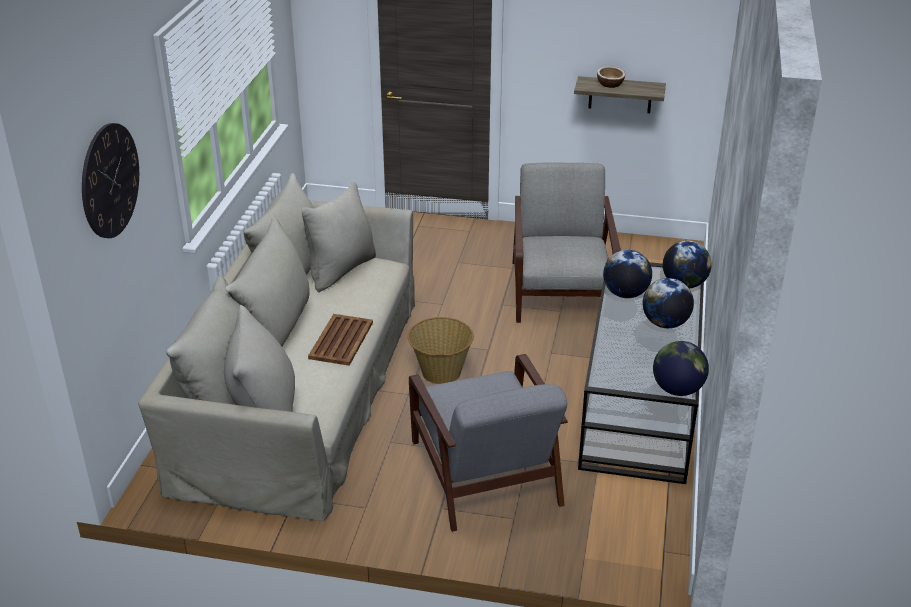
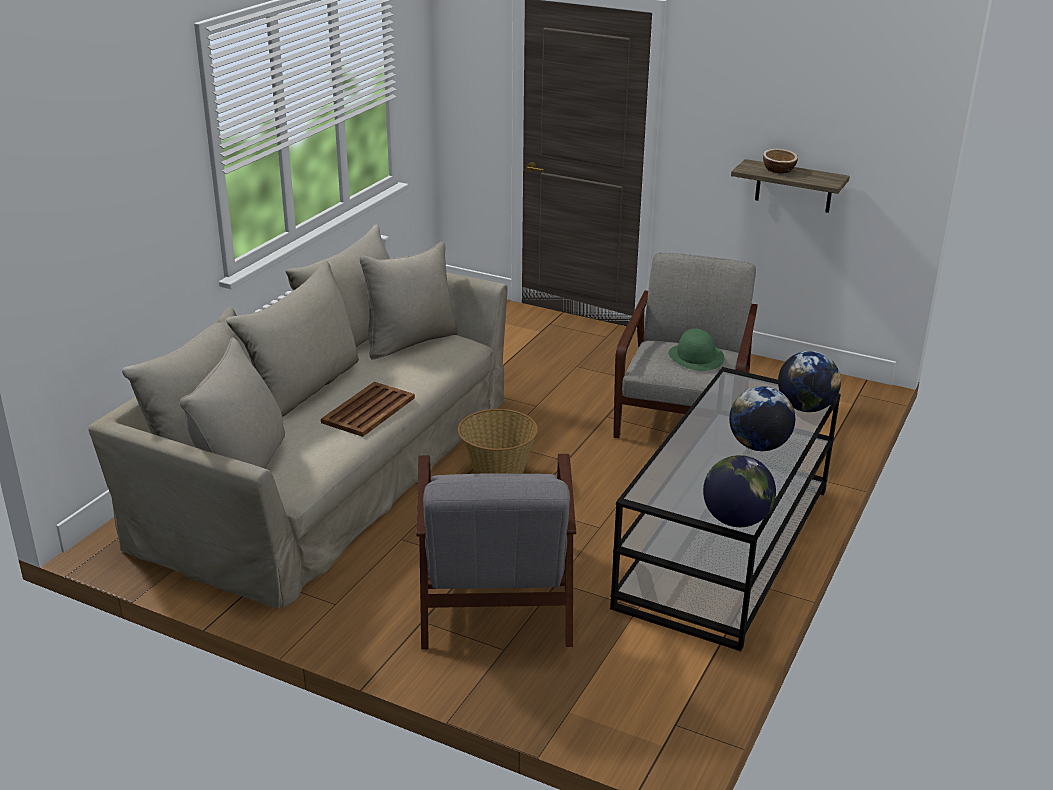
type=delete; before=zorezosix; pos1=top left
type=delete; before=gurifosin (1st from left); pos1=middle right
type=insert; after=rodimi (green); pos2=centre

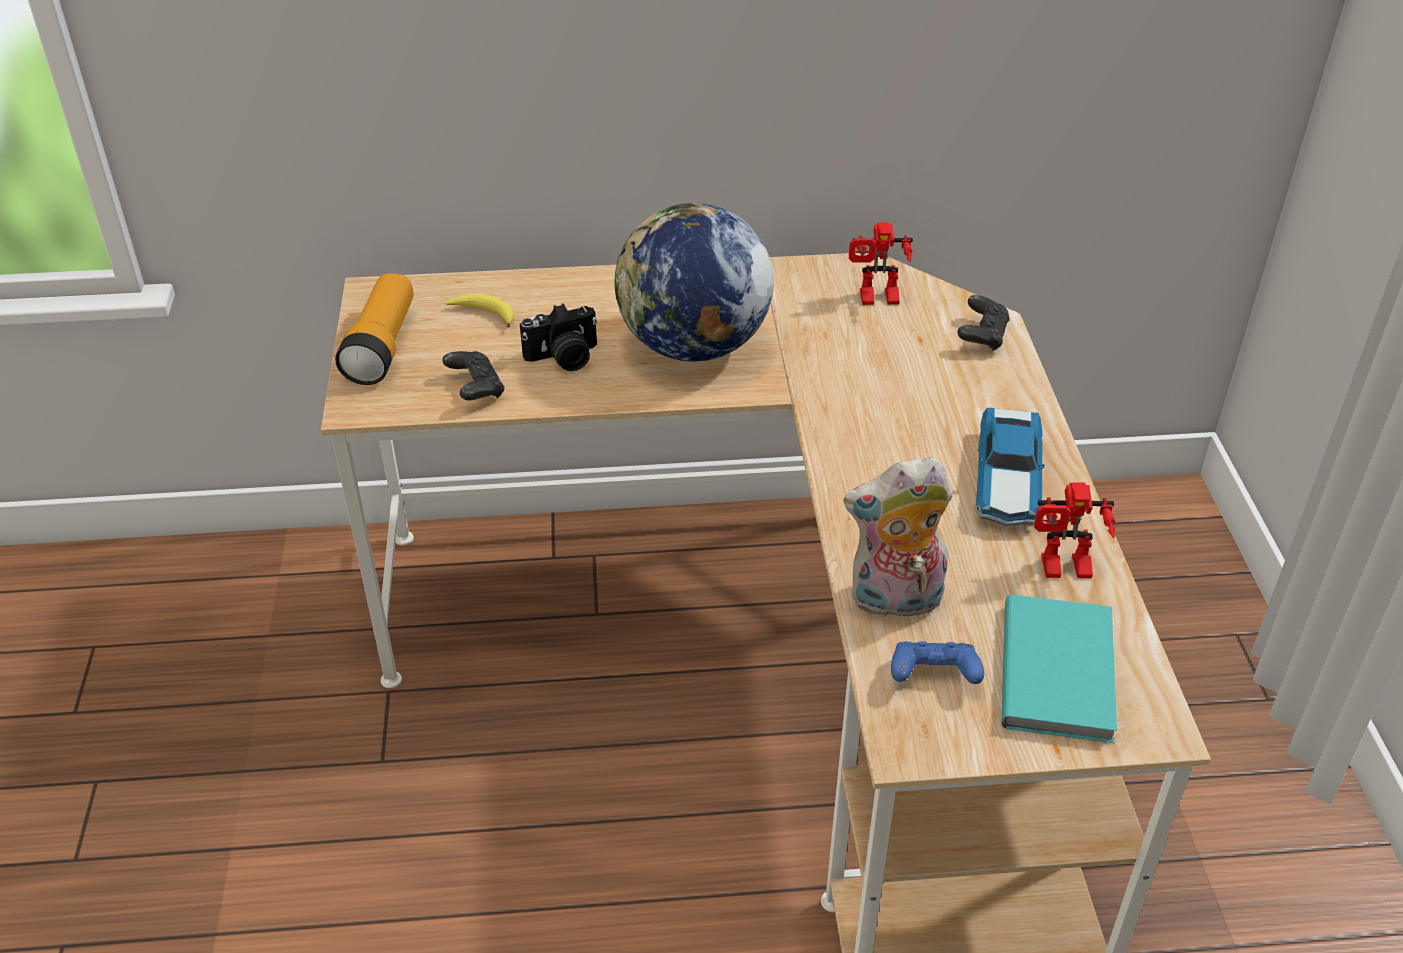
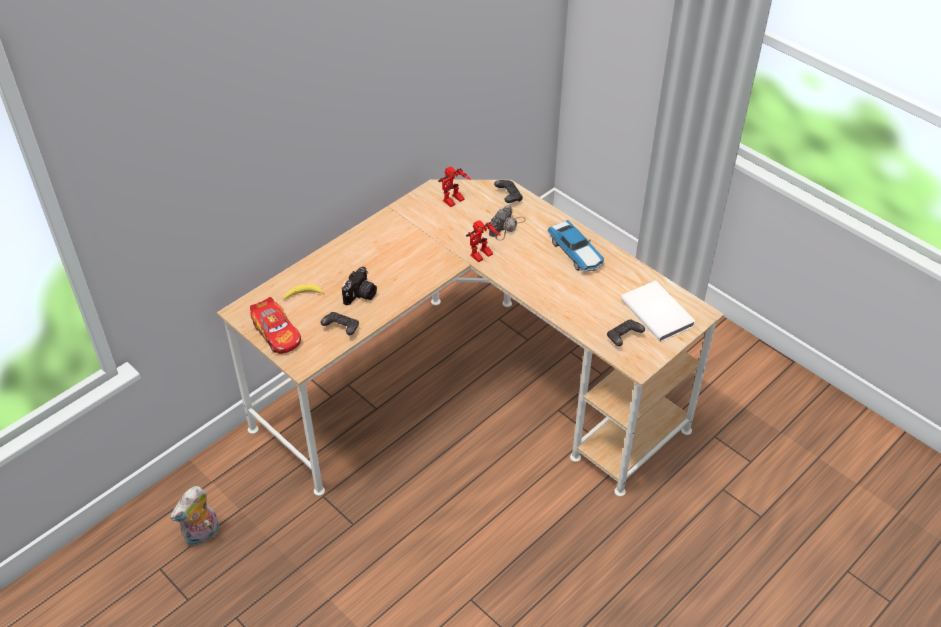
type=delete; before=gurifosin; pos1=top centre
type=insert; after=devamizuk (2nd from left); pos2=centre
type=move; before=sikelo; pos1=centre; pos2=bottom left
type=move; before=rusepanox (2nd from left); pos1=middle right; pos2=centre
type=replace; before=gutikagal; after=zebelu (1st from left); pos1=middle left; pos2=middle left
type=recolor; before=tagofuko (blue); after=tagofuko (black) (3rd from left); pos1=bottom right; pos2=centre
type=recolor; before=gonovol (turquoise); after=gonovol (white); pos1=bottom right; pos2=middle right

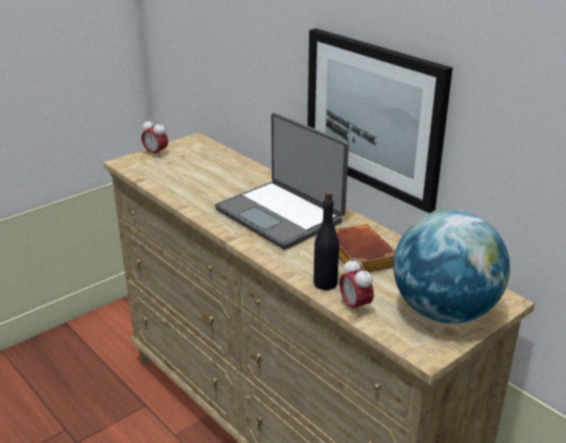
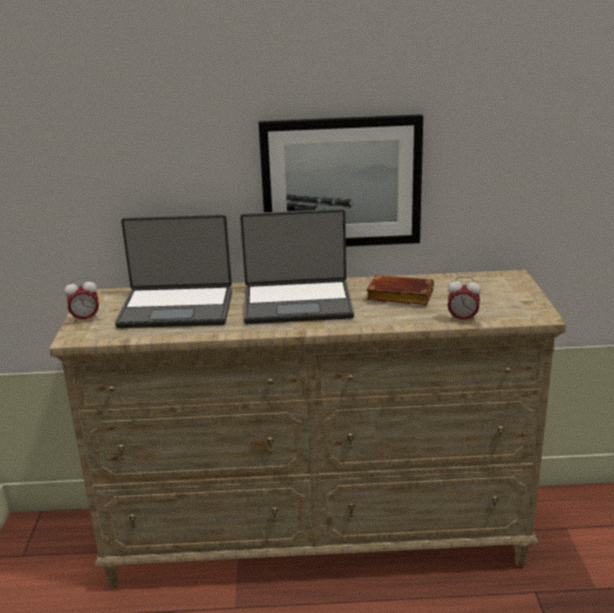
type=delete; before=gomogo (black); pos1=centre
type=delete; before=gurifosin; pos1=middle right
type=insert; after=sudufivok (1st from left); pos2=middle left

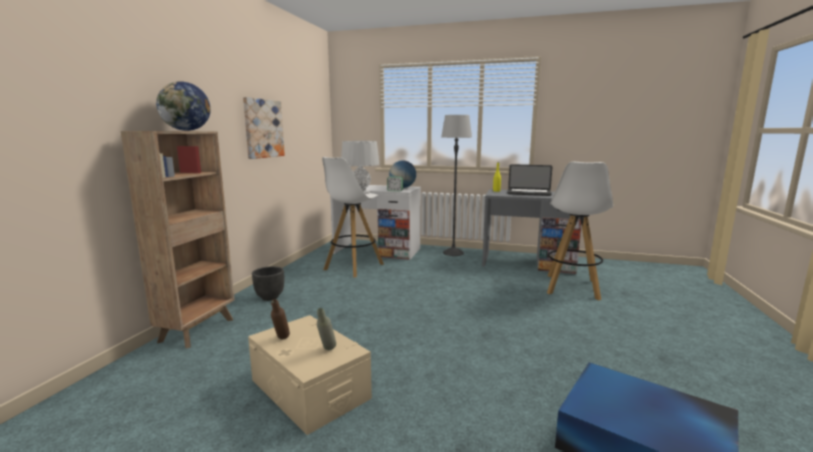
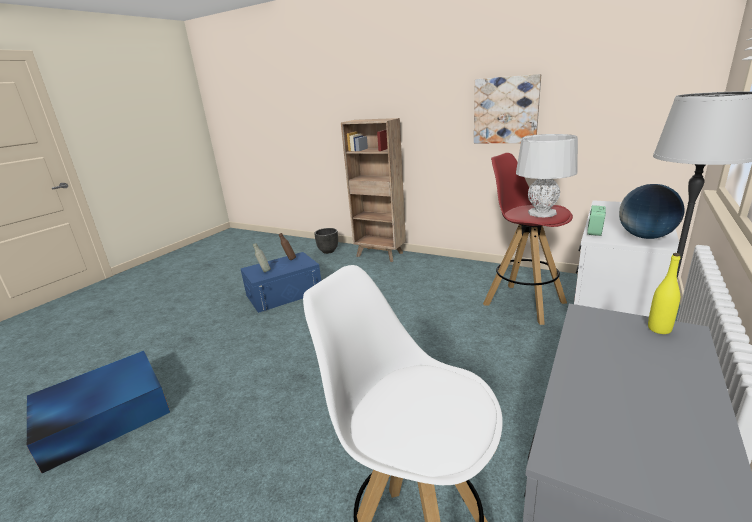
type=delete; before=gurifosin (1st from left); pos1=top left
type=delete; before=sudufivok; pos1=centre
type=move; before=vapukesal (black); pos1=middle left; pos2=centre
type=recolor; before=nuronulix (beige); after=nuronulix (blue) (2nd from left); pos1=bottom centre; pos2=centre
type=recolor; before=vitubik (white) (1st from left); after=vitubik (red); pos1=centre; pos2=middle right

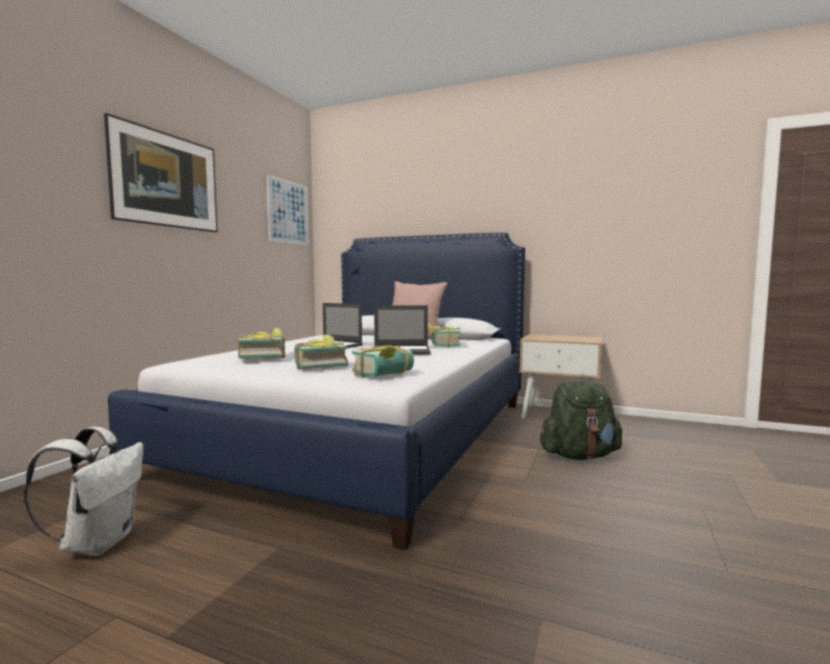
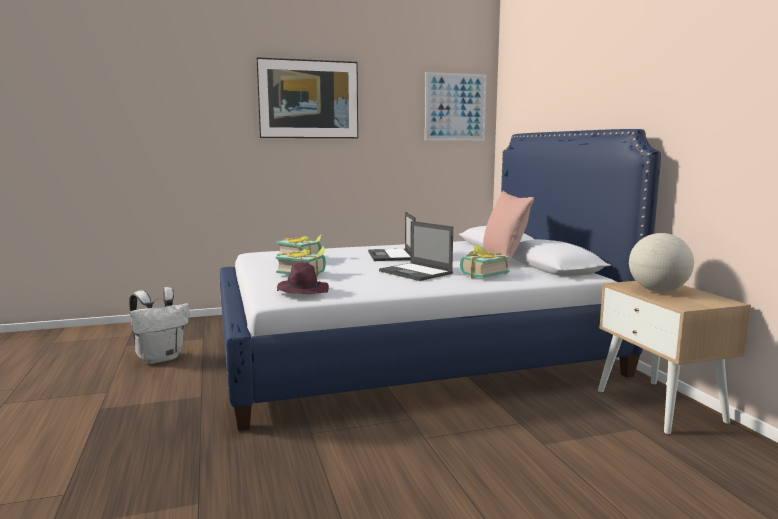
type=delete; before=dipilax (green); pos1=middle right
type=insert; after=gurifosin; pos2=middle right
type=replace; before=gonovol (3rd from left); after=rodimi (purple); pos1=centre; pos2=centre

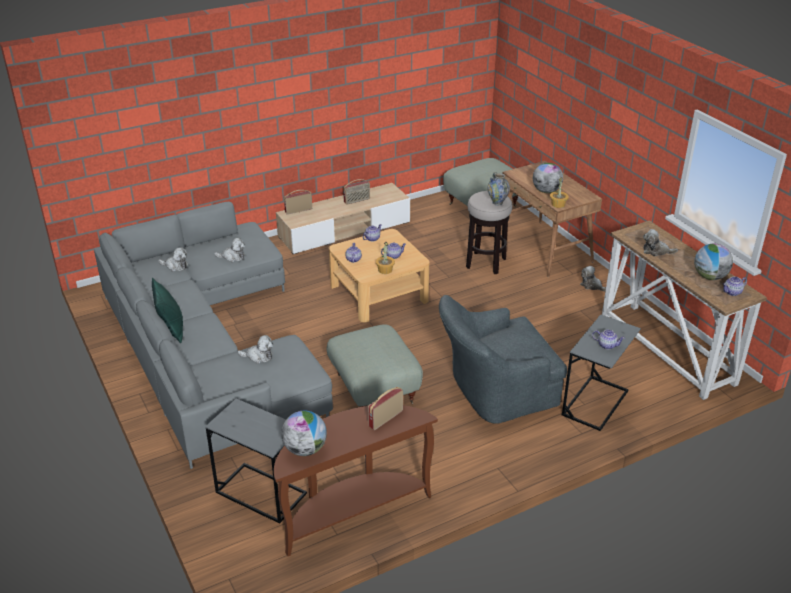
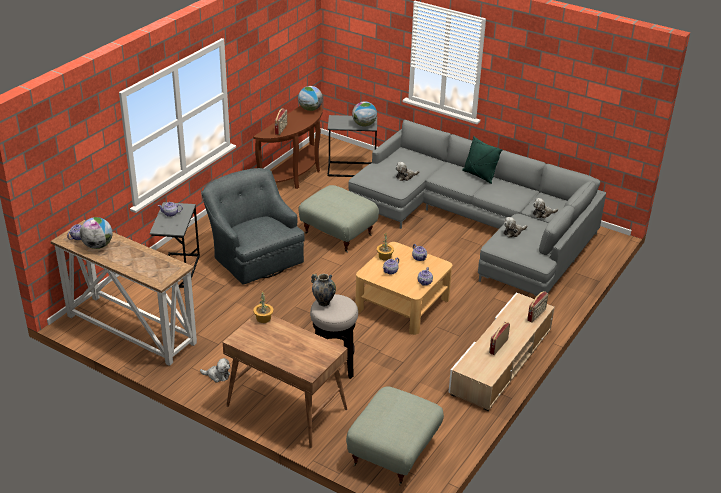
type=delete; before=sikelo (5th from left); pos1=middle right
type=move; before=gurifosin (2nd from left in the first image); after=gurifosin (3rd from left); pos1=top right; pos2=top centre
type=rotate; before=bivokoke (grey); pos1=centre; pos2=centre; turn=-75

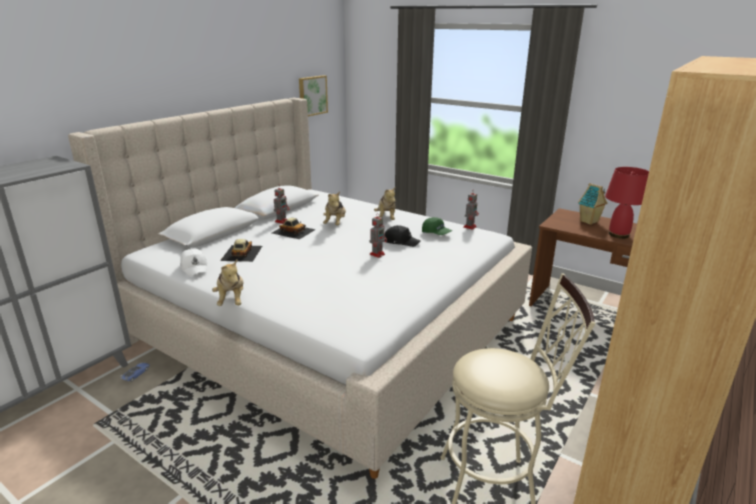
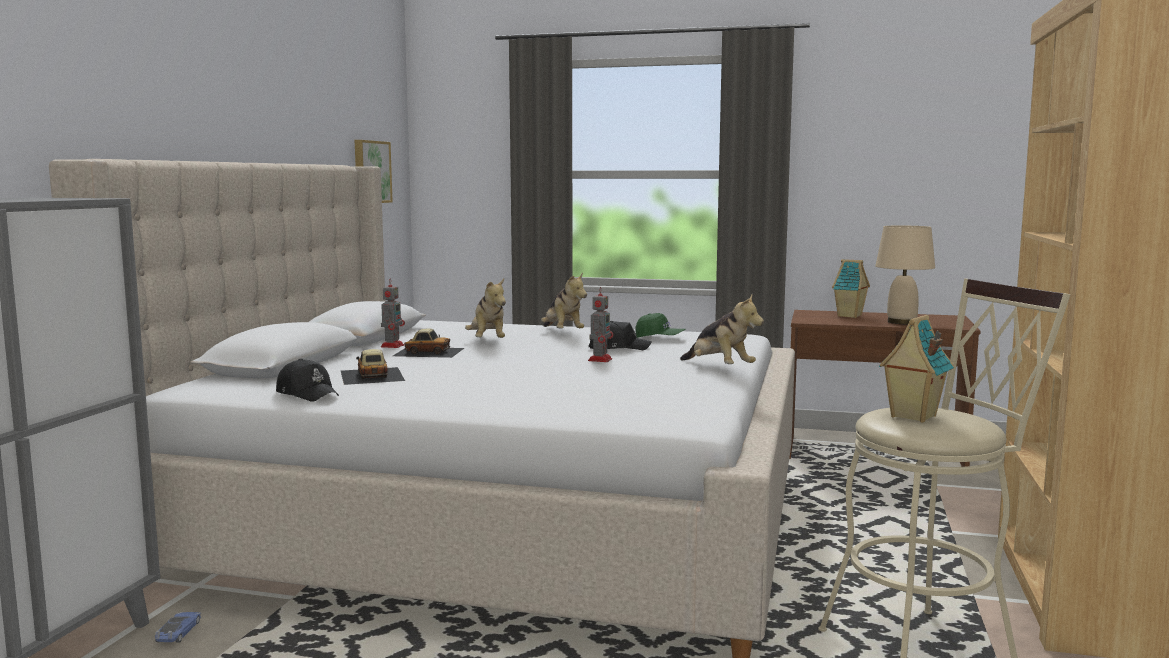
type=delete; before=rusepanox (3rd from left); pos1=centre
type=insert; after=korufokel (2nd from left); pos2=middle right
type=move; before=sikelo (1st from left in the first image); after=sikelo (3rd from left); pos1=middle left; pos2=centre
type=recolor; before=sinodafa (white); after=sinodafa (black) (1st from left); pos1=middle left; pos2=middle left
type=recolor; before=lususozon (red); after=lususozon (beige); pos1=middle right; pos2=middle right

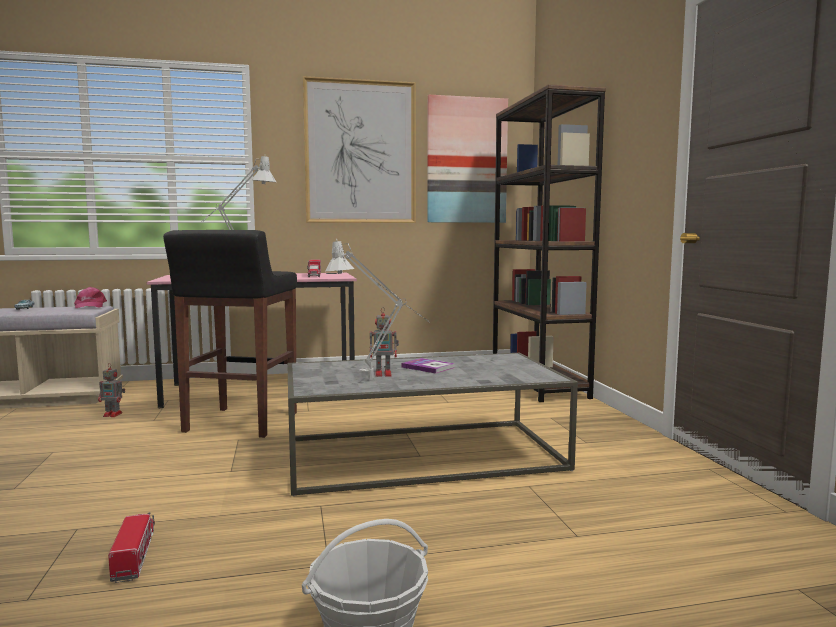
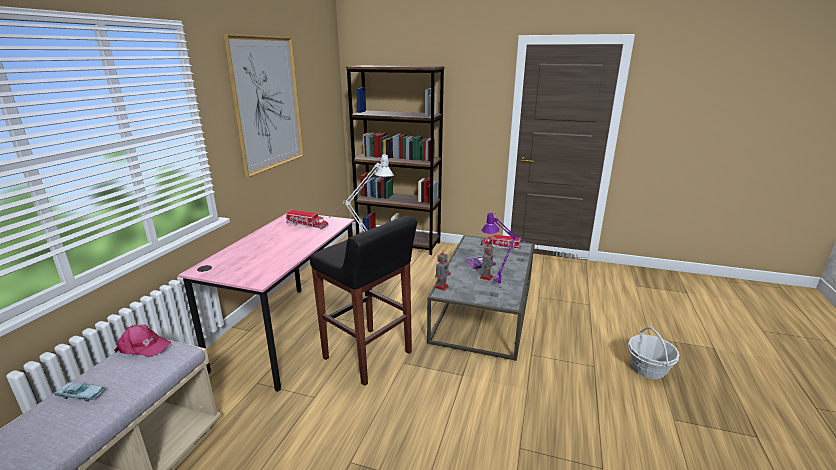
type=delete; before=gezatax (2nd from left); pos1=top centre
type=move; before=rusepanox (1st from left); pos1=middle left; pos2=centre
type=move; before=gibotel (1st from left in the first image); after=gibotel (2nd from left); pos1=bottom left; pos2=centre
type=recolor; before=lususozon (grey) (2nd from left); after=lususozon (purple); pos1=centre; pos2=centre

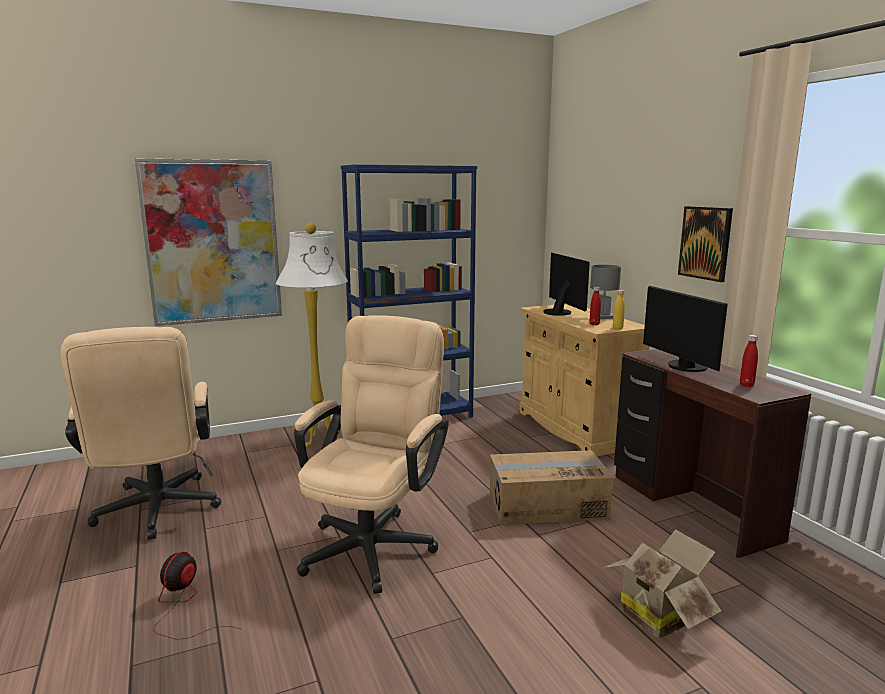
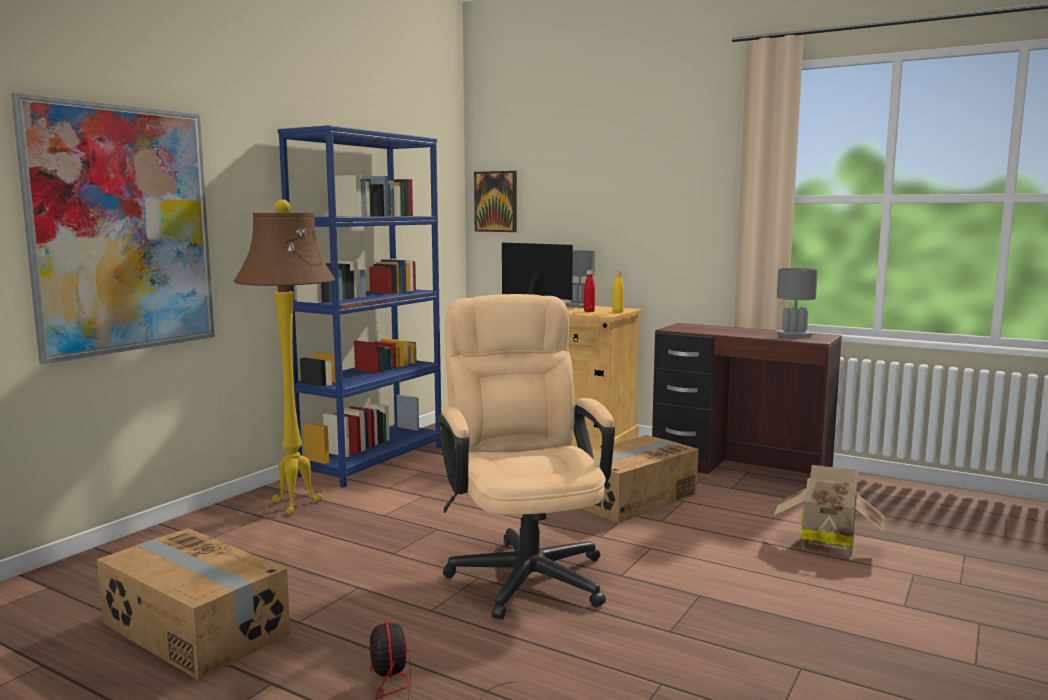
type=delete; before=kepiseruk (2nd from left); pos1=middle right
type=move; before=gezatax (2nd from left); pos1=middle right; pos2=top centre
type=replace; before=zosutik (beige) (1st from left); after=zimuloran (1st from left); pos1=middle left; pos2=bottom left
type=replace; before=gomogo (red) (2nd from left); after=lususozon (grey) (2nd from left); pos1=middle right; pos2=middle right
type=recolor; before=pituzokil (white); after=pituzokil (brown); pos1=centre; pos2=middle left

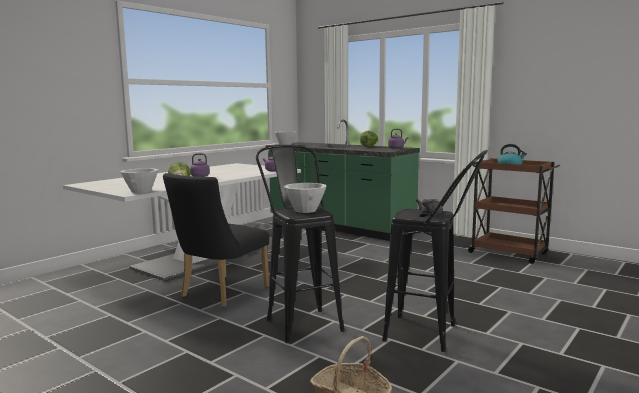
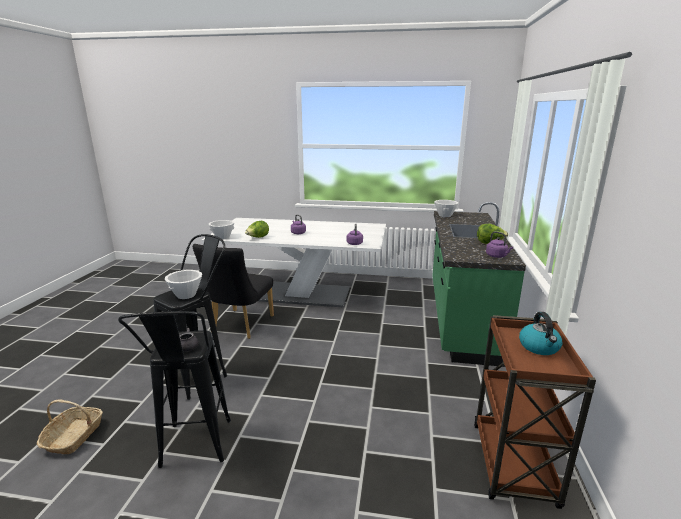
type=rotate; before=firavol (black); pos1=centre; pos2=centre; turn=-75

